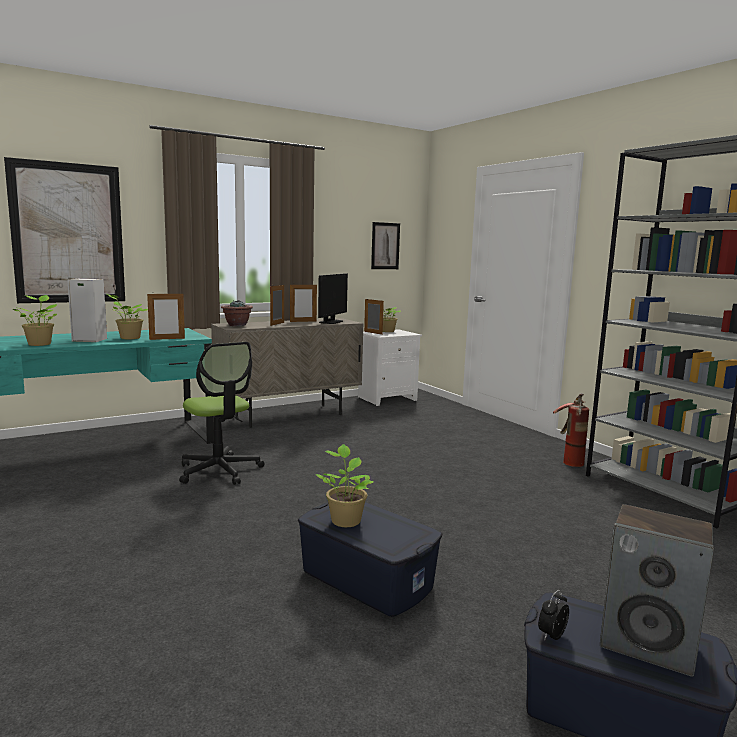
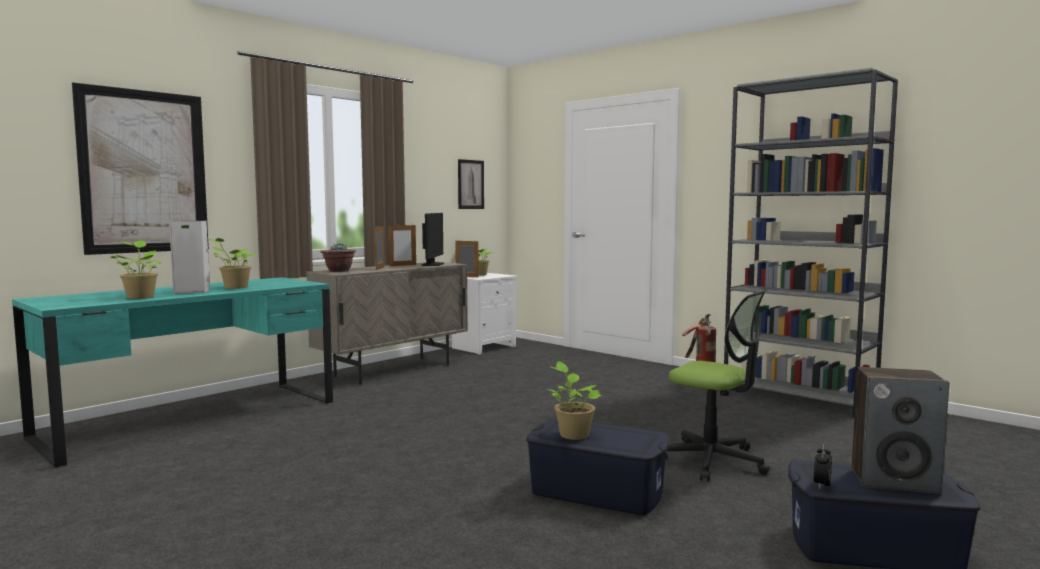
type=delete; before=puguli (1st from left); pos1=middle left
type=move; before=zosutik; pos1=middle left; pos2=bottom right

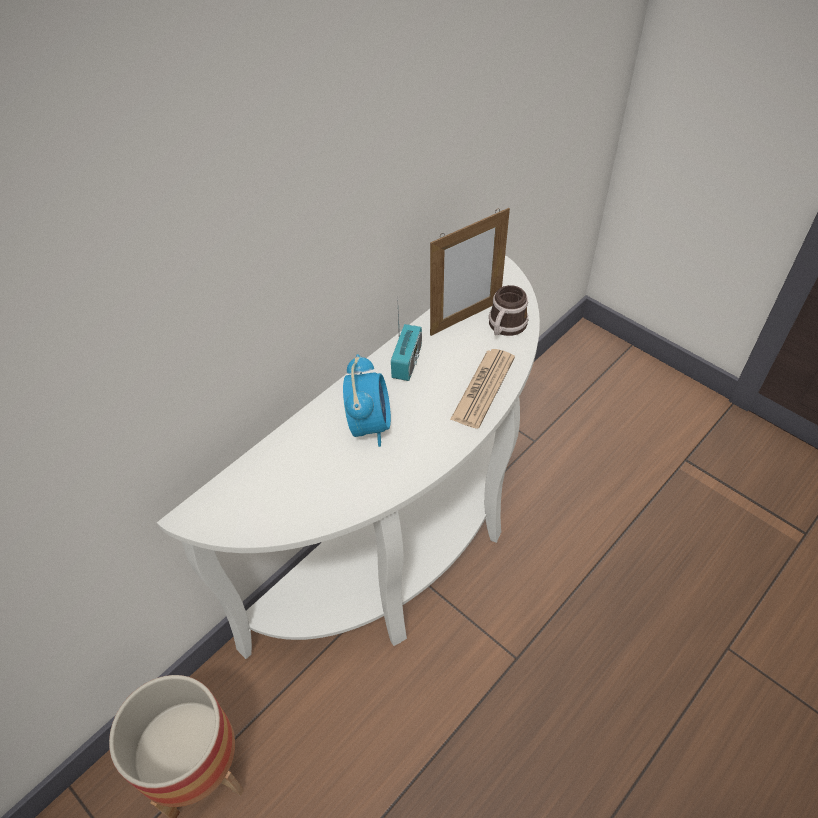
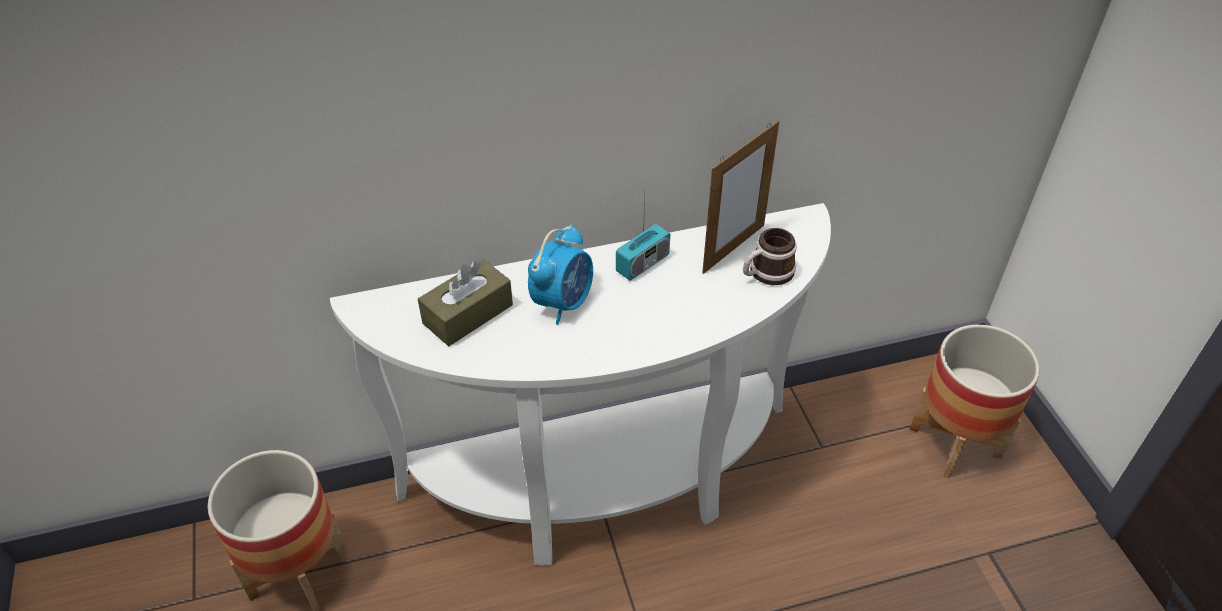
type=delete; before=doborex; pos1=centre
type=insert; after=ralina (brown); pos2=centre
type=insert; after=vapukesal (2nd from left); pos2=middle right
type=rotate; before=puguli; pos1=top centre; pos2=top centre; turn=-45

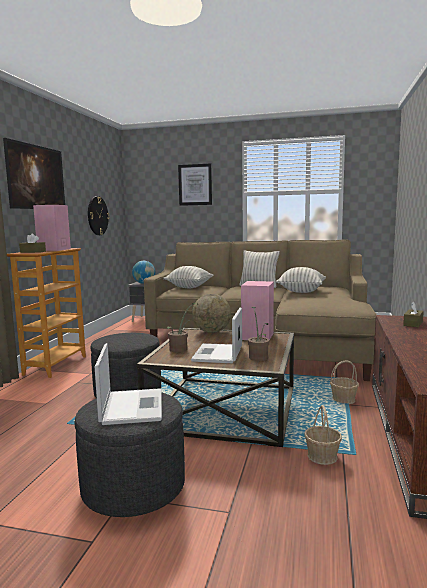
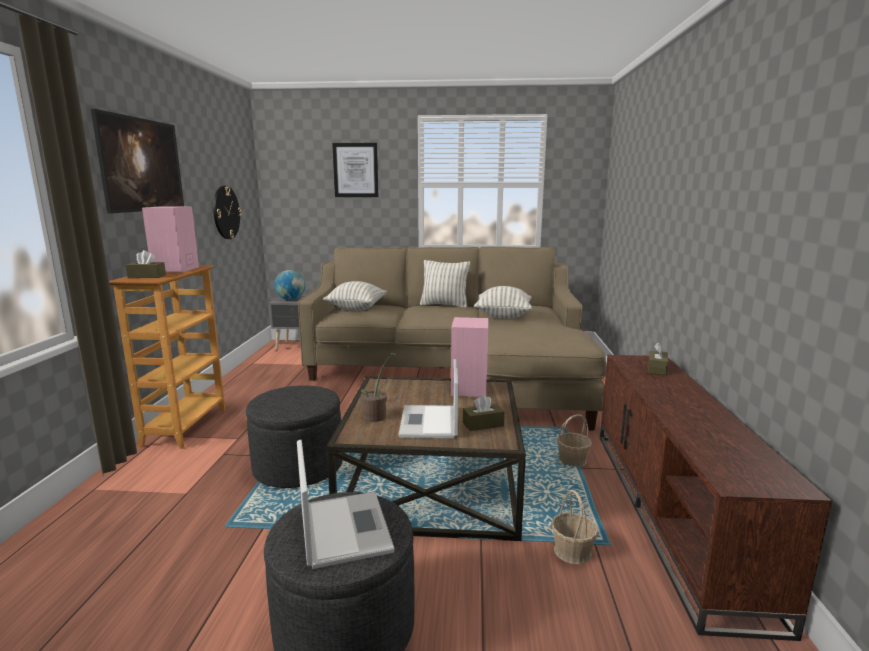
type=delete; before=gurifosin (2nd from left); pos1=centre
type=replace; before=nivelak (2nd from left); after=ralina (brown) (2nd from left); pos1=centre; pos2=centre

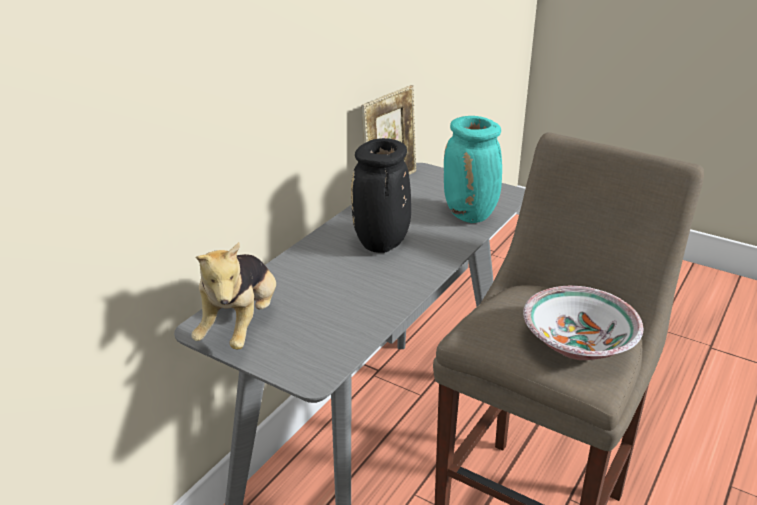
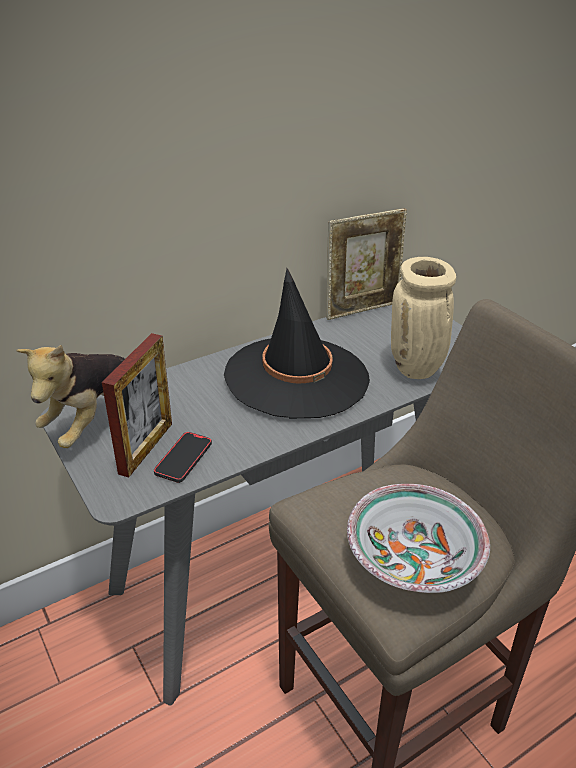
type=insert; after=puguli (1st from left); pos2=middle left
type=insert; after=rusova; pos2=middle left
type=replace; before=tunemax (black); after=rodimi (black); pos1=centre; pos2=centre
type=recolor; before=tunemax (turquoise); after=tunemax (beige); pos1=centre; pos2=middle right

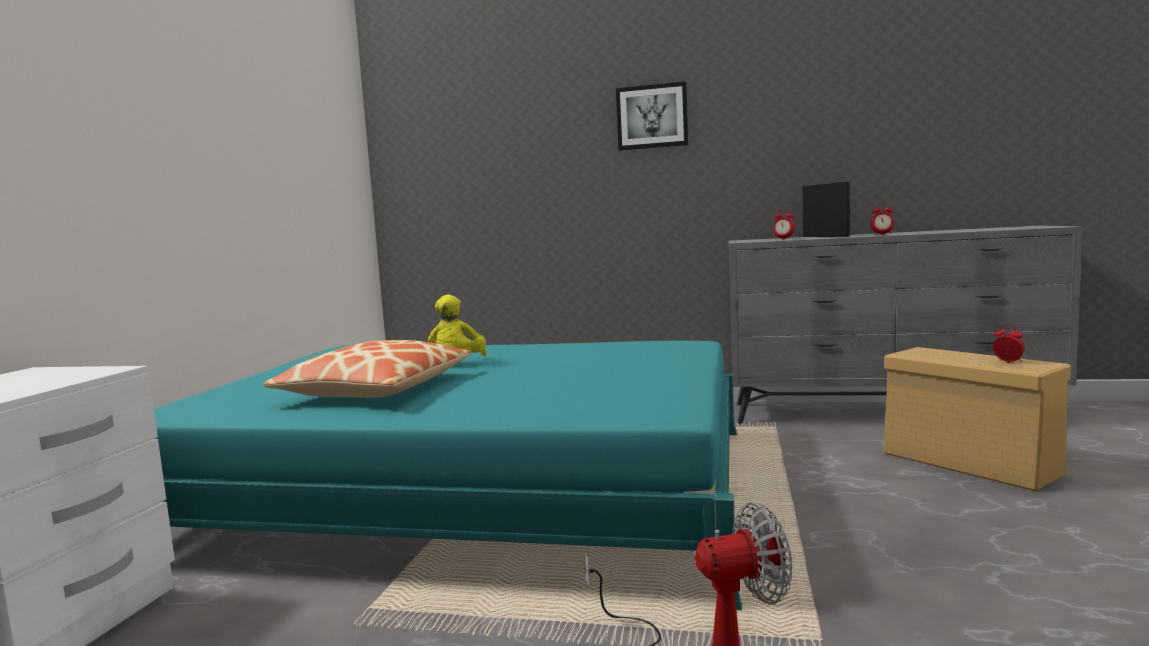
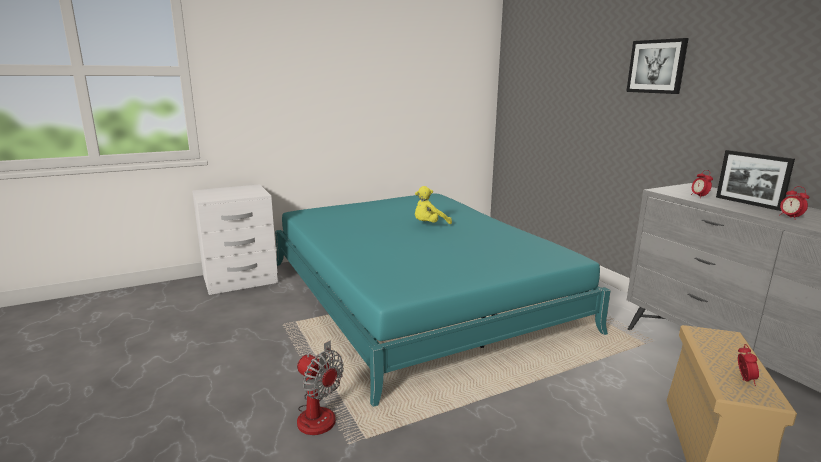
type=delete; before=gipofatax; pos1=middle left
type=rotate; before=puguli; pos1=top right; pos2=middle right; turn=120

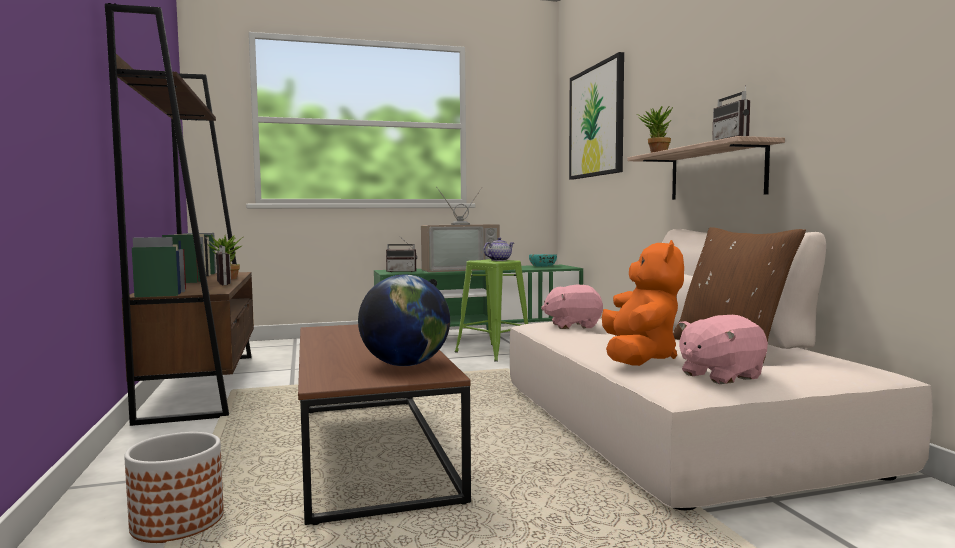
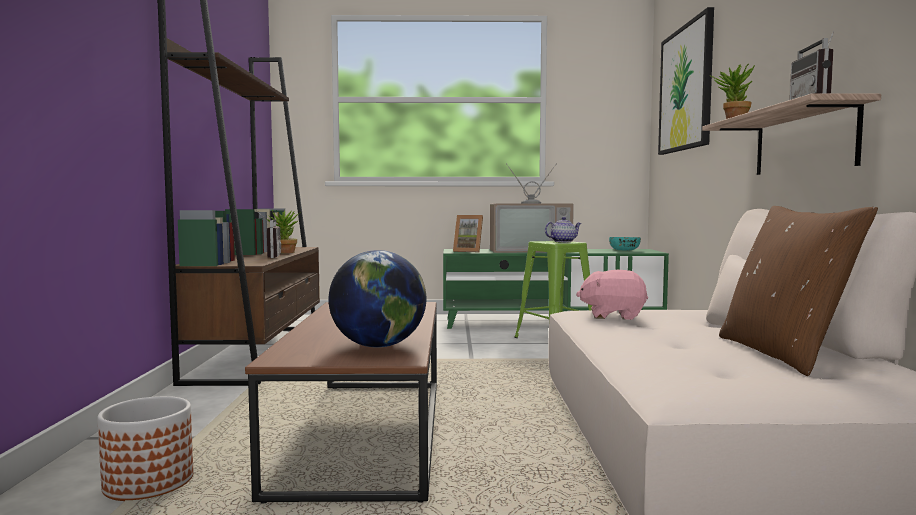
type=delete; before=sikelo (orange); pos1=middle right
type=delete; before=sikelo (pink) (2nd from left); pos1=middle right
type=replace; before=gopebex (2nd from left); after=puguli; pos1=centre; pos2=centre

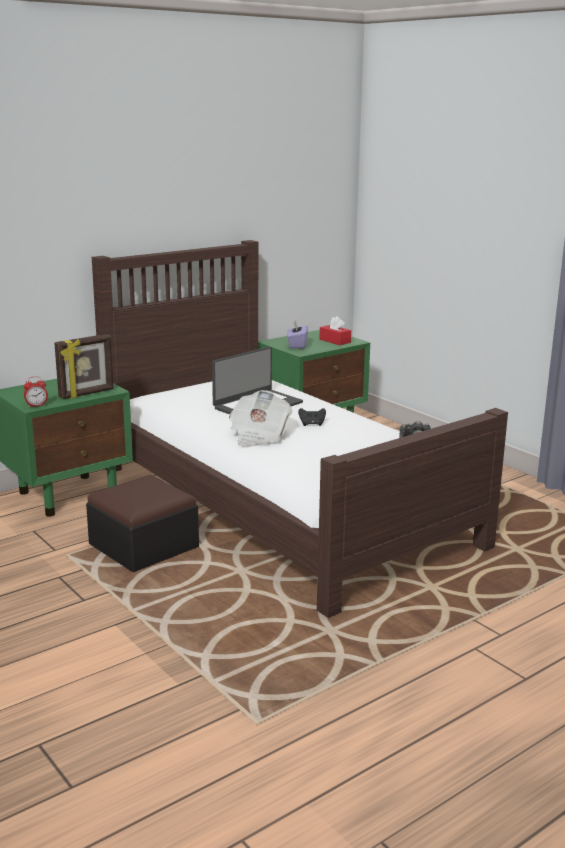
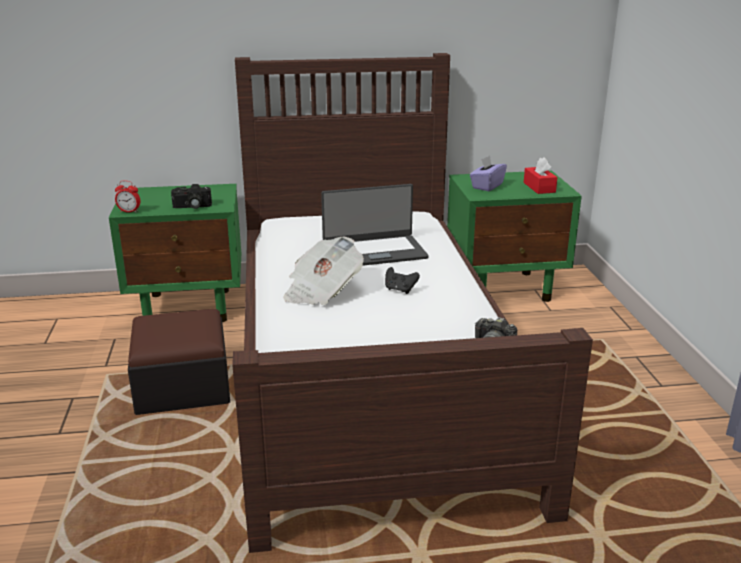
type=replace; before=puguli; after=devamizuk (1st from left); pos1=middle left; pos2=middle left

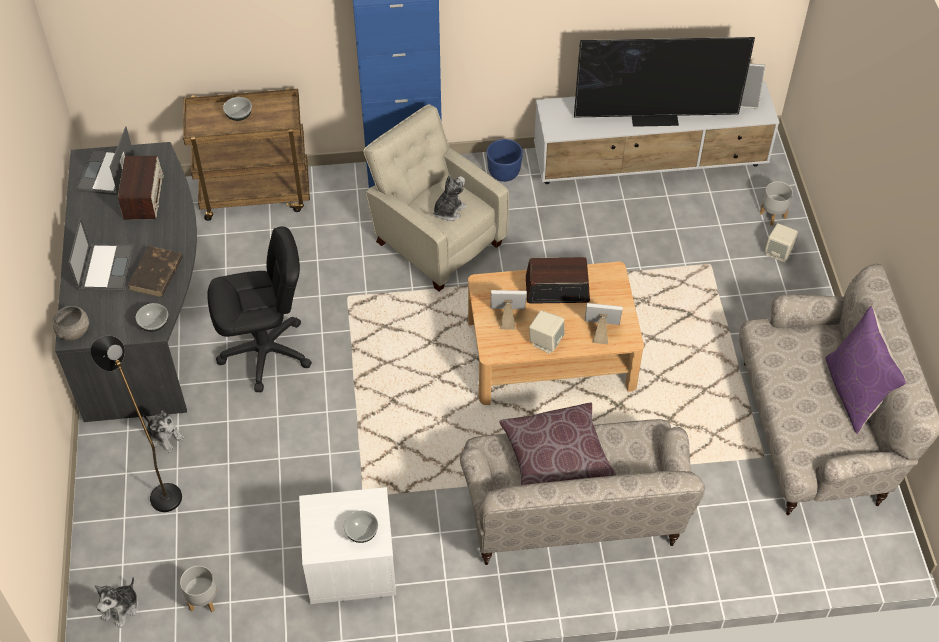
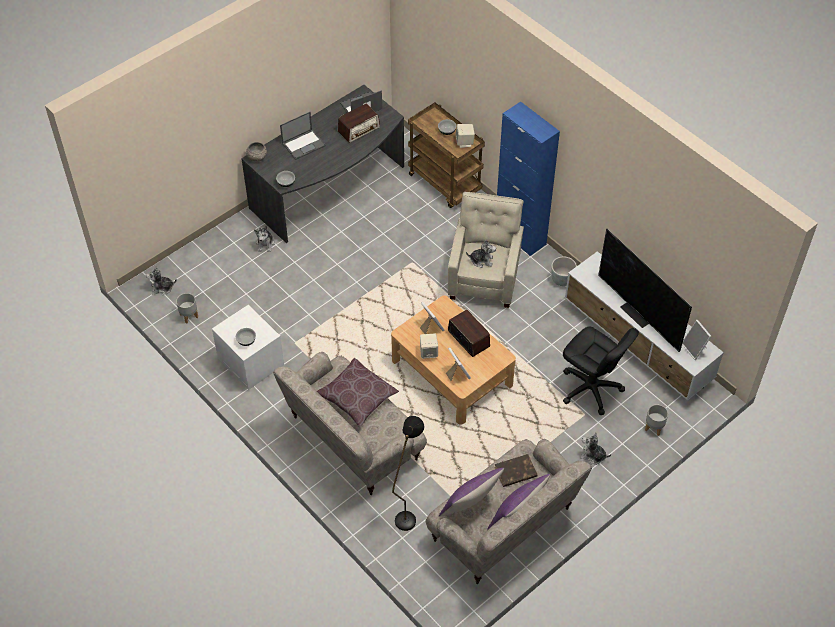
type=insert; after=gipofatax (purple) (1st from left); pos2=bottom centre
type=insert; after=sikelo (4th from left); pos2=bottom right
type=move; before=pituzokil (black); pos1=middle left; pos2=bottom centre
type=move; before=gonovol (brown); pos1=middle left; pos2=bottom centre
type=move; before=zosutik (black); pos1=middle left; pos2=middle right
type=move; before=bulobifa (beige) (2nd from left); pos1=middle right; pos2=top centre
type=recolor; before=vapukesal (blue); after=vapukesal (grey) (2nd from left); pos1=top centre; pos2=middle right

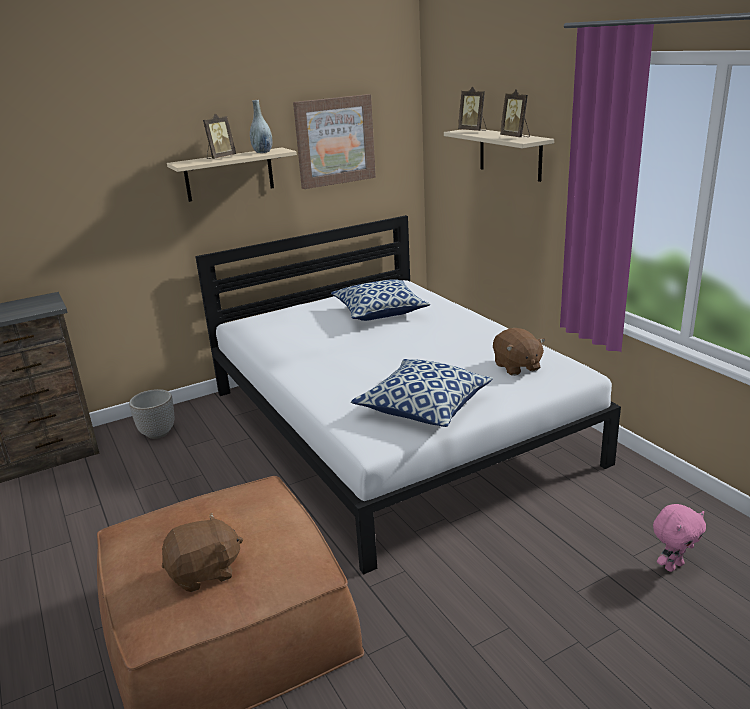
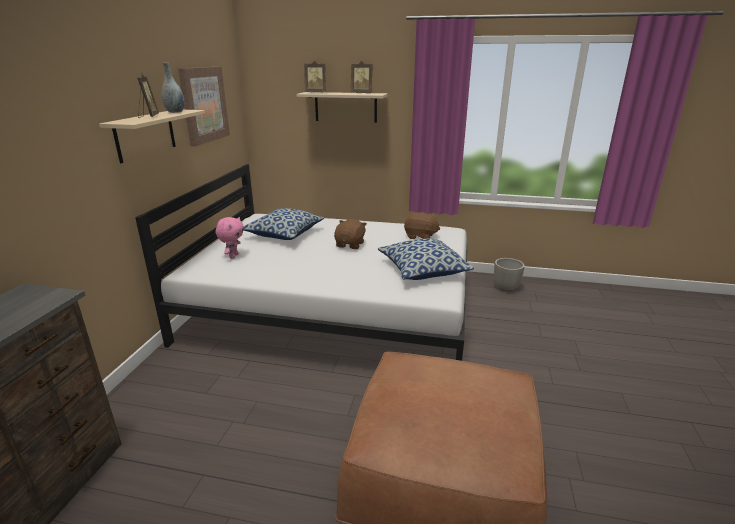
type=move; before=vapukesal; pos1=middle left; pos2=middle right
type=move; before=sikelo (brown) (1st from left); pos1=bottom left; pos2=centre
type=move; before=sikelo (pink); pos1=bottom right; pos2=middle left

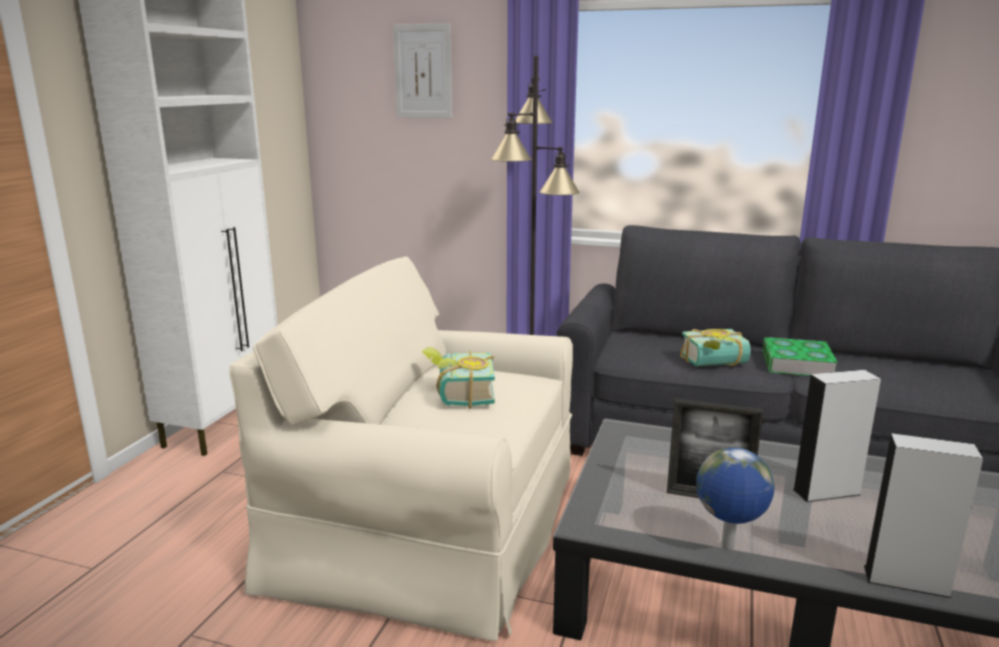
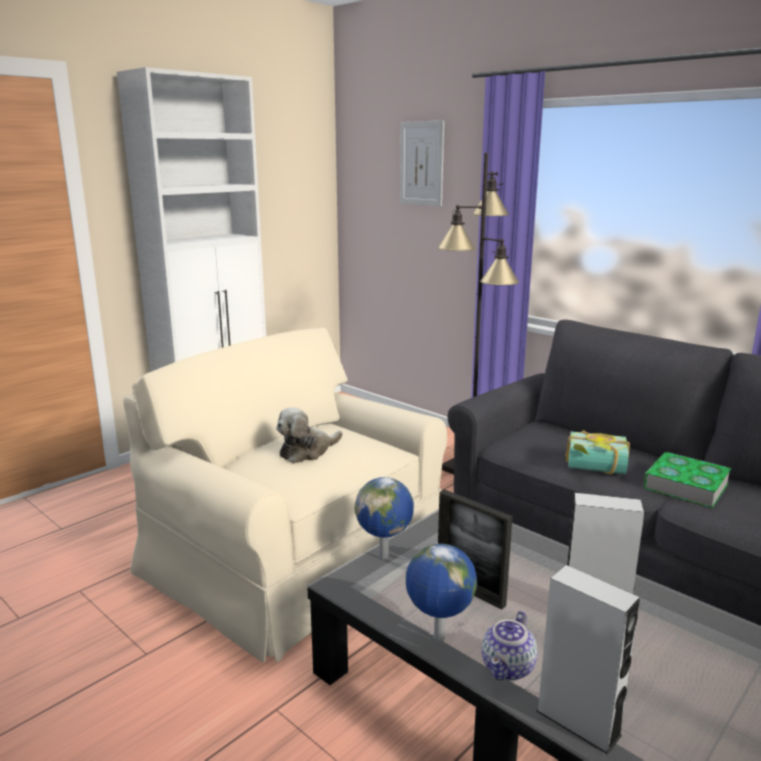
type=insert; after=gurifosin (1st from left); pos2=bottom centre
type=insert; after=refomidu; pos2=bottom right
type=replace; before=gonovol (1st from left); after=sikelo; pos1=centre; pos2=centre

